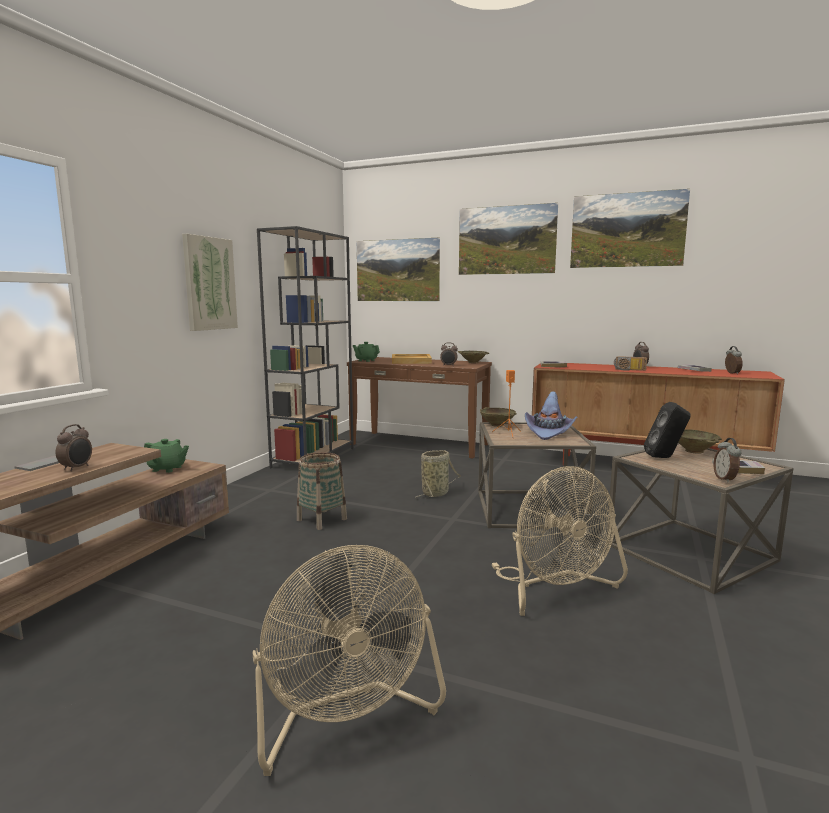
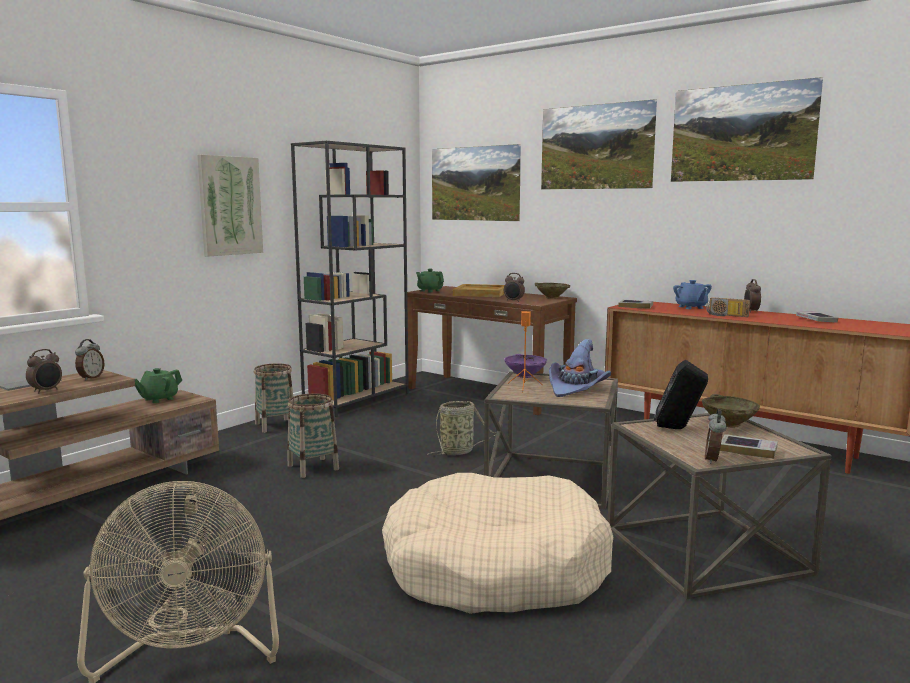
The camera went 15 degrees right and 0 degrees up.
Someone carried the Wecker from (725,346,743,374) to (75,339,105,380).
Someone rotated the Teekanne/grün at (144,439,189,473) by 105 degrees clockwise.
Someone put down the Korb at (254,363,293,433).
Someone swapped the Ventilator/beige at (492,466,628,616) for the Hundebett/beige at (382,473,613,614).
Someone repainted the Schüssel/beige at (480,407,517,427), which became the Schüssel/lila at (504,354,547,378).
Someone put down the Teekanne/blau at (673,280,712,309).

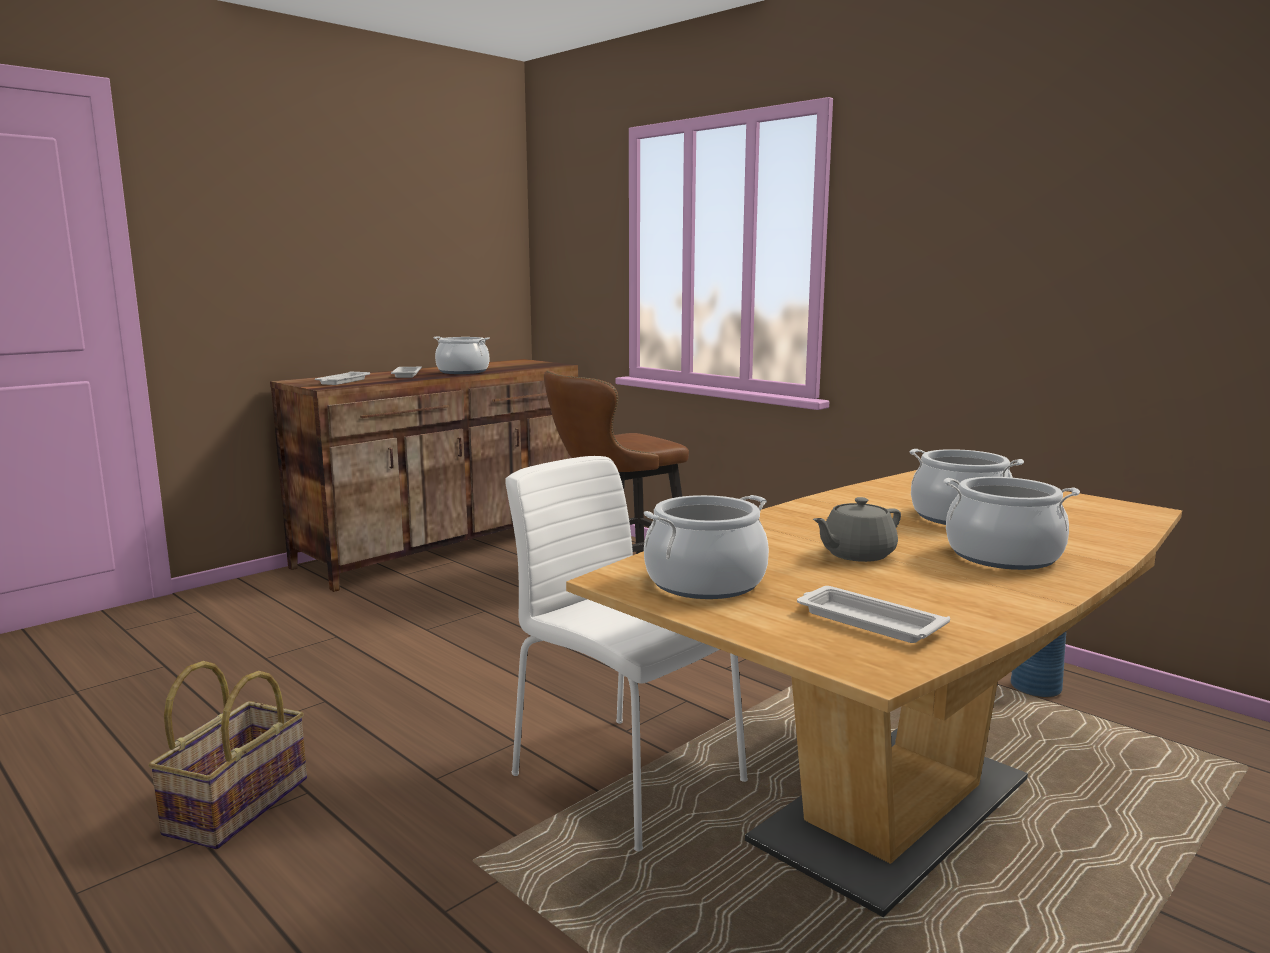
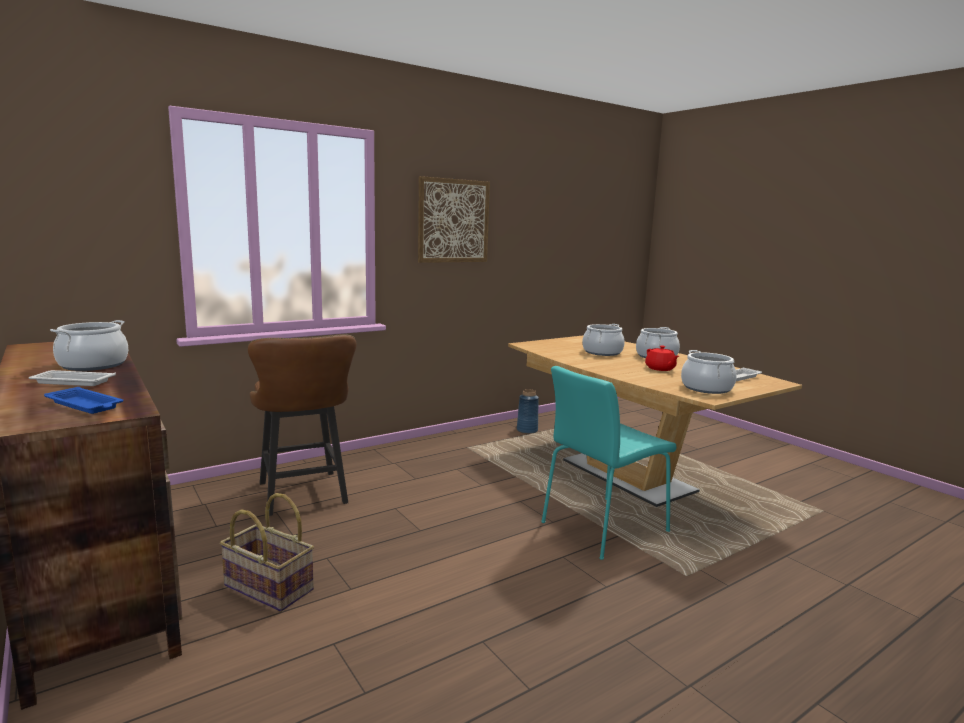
The camera went 80 degrees left and 0 degrees up.
Someone repainted the Tablett/weiß at (315,371,370,385), which became the Tablett/blau at (44,387,123,414).
Someone carried the Korb from (148,661,307,849) to (220,493,314,612).
Someone put up the Bild at (418,176,490,263).
Someone repainted the Stuhl/weiß at (505,456,748,851), which became the Stuhl/türkis at (541,366,677,560).
Someone repainted the Teekanne/grau at (813,497,901,562), which became the Teekanne/rot at (645,345,679,371).

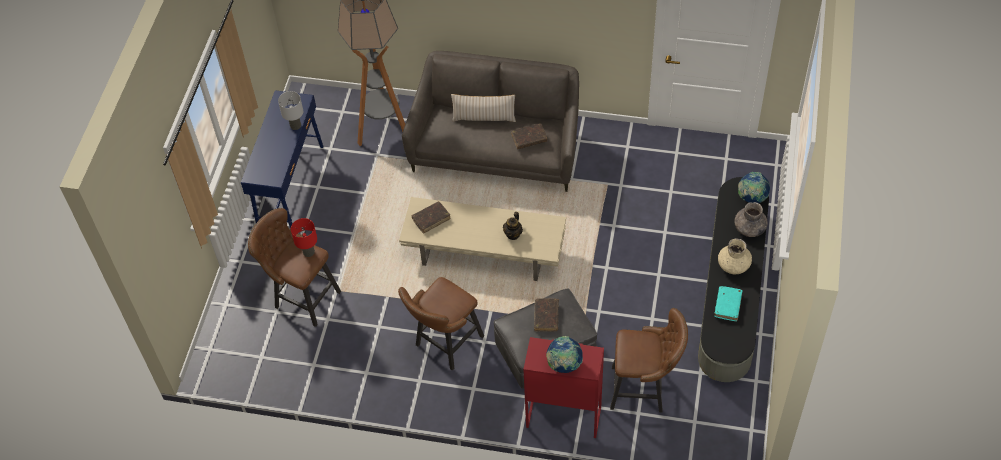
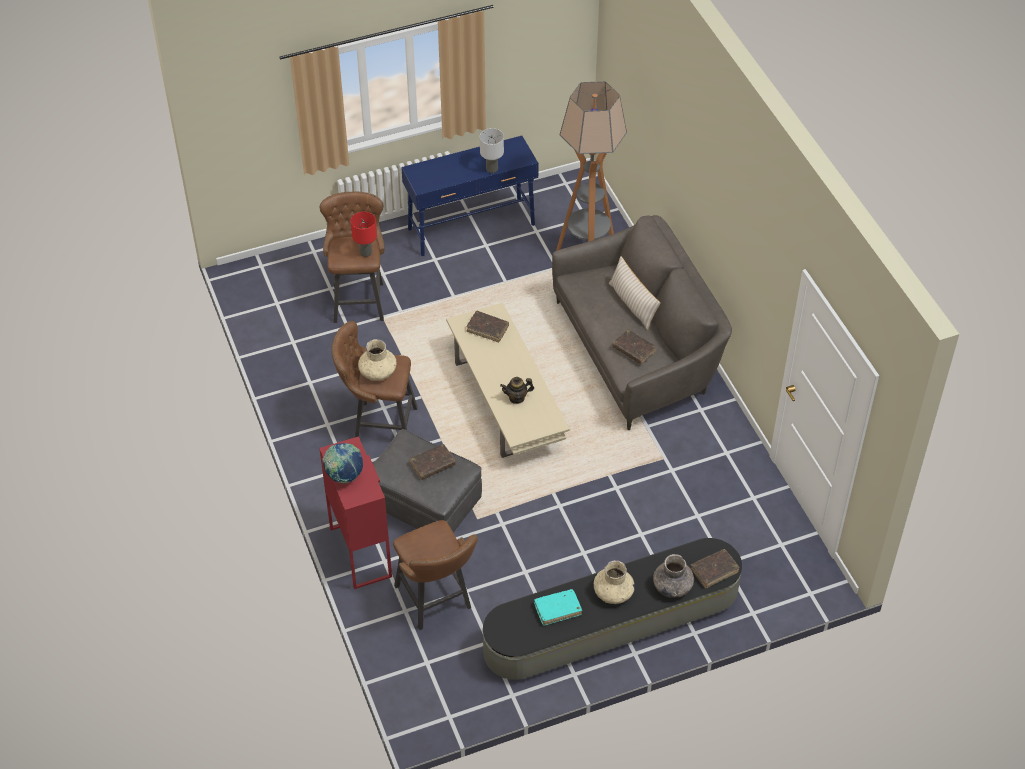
The camera went 55 degrees right and 5 degrees down.
Someone put down the Vase/beige at (358,339,396,381).
Someone swapped the Globus at (738,172,770,203) for the Buch/braun at (691,549,740,588).

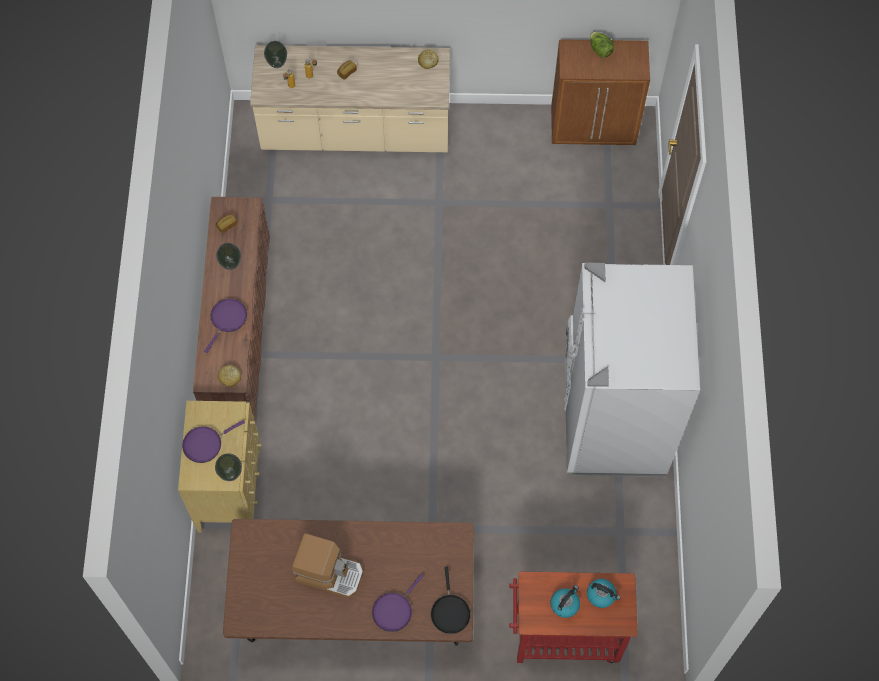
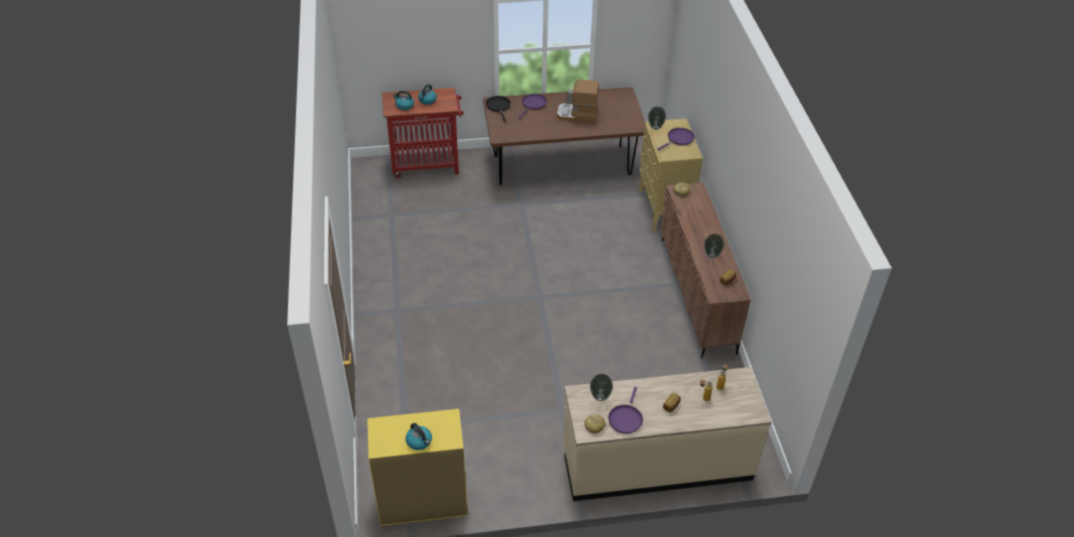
The camera went 170 degrees right and 20 degrees down.
Someone repainted the Schrank/braun at (551,39,650,145), which became the Schrank/gelb at (367,409,468,526).
Someone swapped the Salatkopf at (590,32,614,58) for the Wasserkessel at (406,423,432,450).
Someone carried the Vase from (264,41,287,68) to (590,374,613,401).
Someone carried the Pfanne/lila from (204,299,247,353) to (608,387,643,434).
Someone took away the Kühlschrank/weiß at (564,262,700,477).

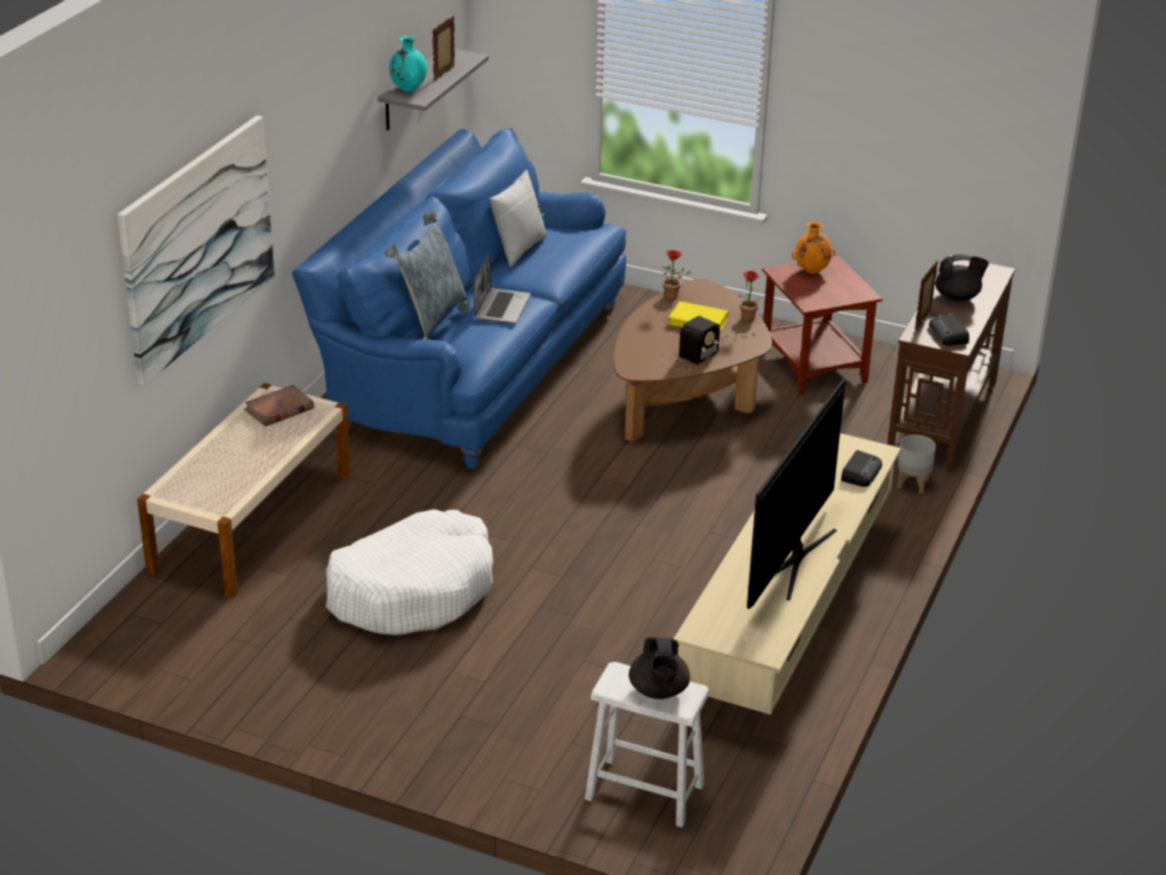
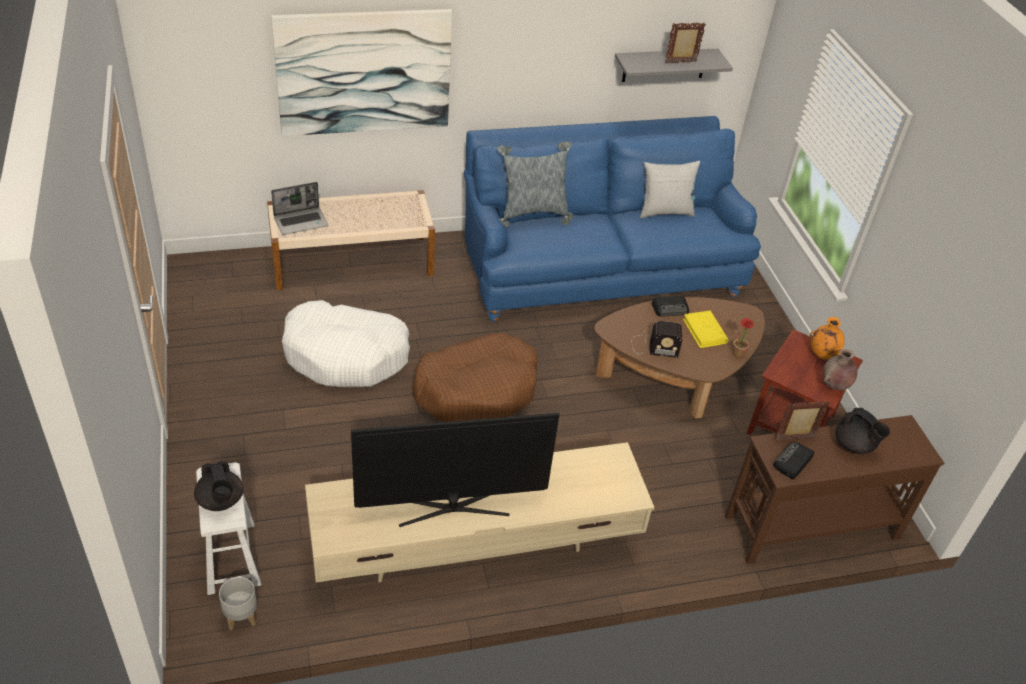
The camera went 50 degrees right and 10 degrees up.
Someone rotated the Teekanne/schwarz at (629,637,690,699) by 75 degrees counterclockwise.
Someone carried the Pflanzkübel/grau from (897,435,936,493) to (219,577,257,631).
Someone carried the Laptop from (474,253,531,324) to (271,182,328,235).
Someone put down the Hundebett/braun at (412,333,537,422).
Someone carried the Radio from (841,450,882,487) to (652,296,689,317).
Someone put down the Vase/braun at (823,349,858,390).
Someone took away the Buch/braun at (244,385,314,427).
Someone took away the Vase/türkis at (389,36,427,92).
Someone took away the Topfpflanze at (662,250,692,300).

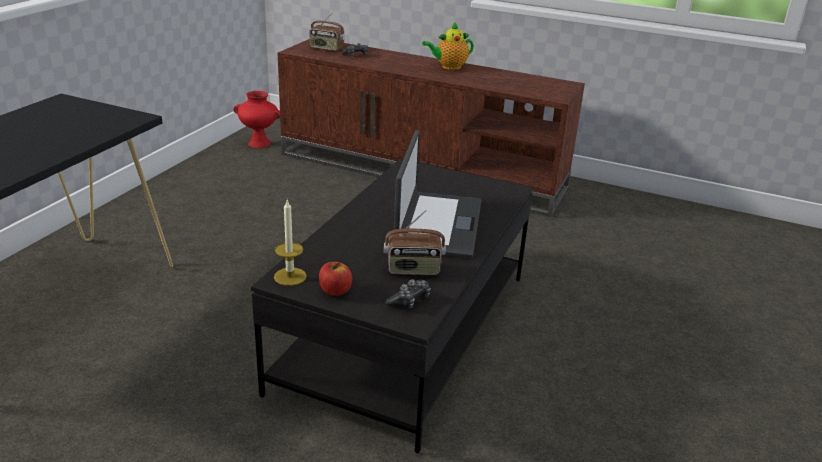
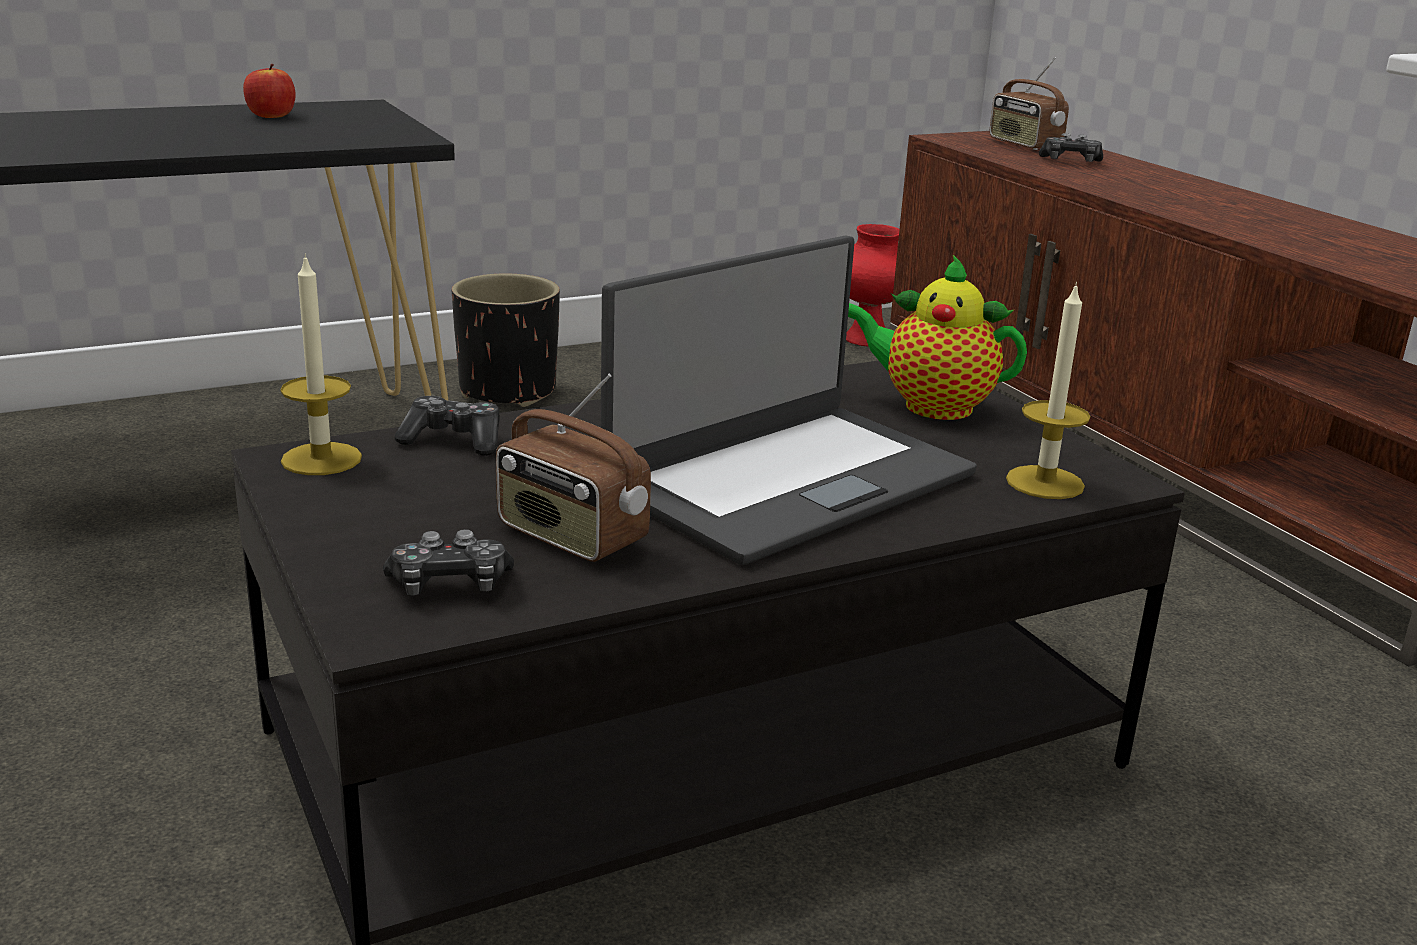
The camera went 40 degrees right and 5 degrees down.
Someone carried the Apfel from (319,262,352,296) to (243,64,295,118).
Someone put down the Gamepad at (395,396,499,456).
Someone put down the Pflanzkübel/schwarz at (452,273,560,407).
Someone carried the Teekanne from (422,22,474,70) to (848,255,1027,420).
Someone put down the Kerze at (1006,282,1090,499).

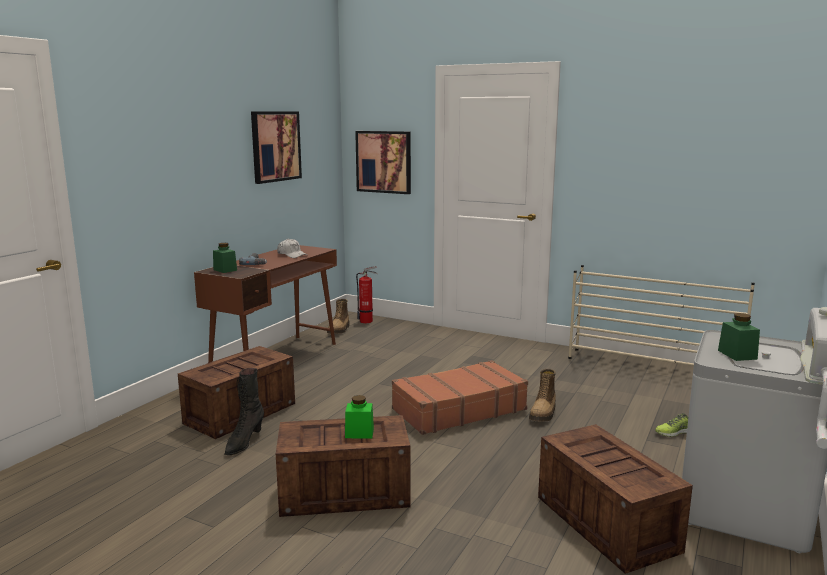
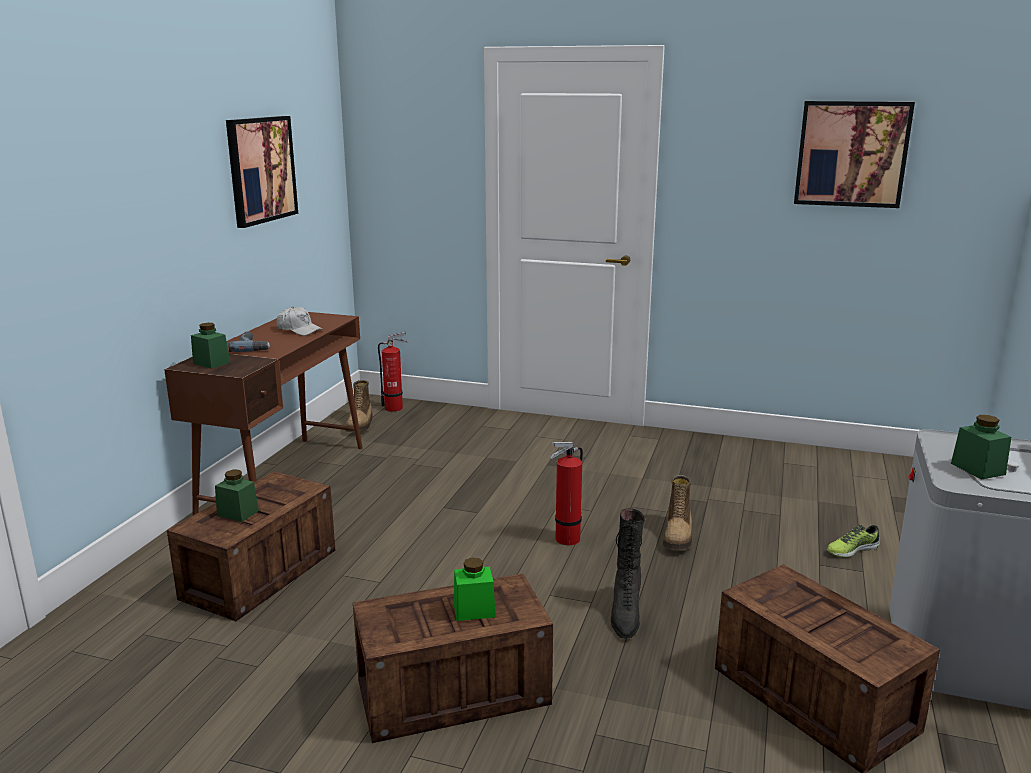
The camera went 10 degrees left and 5 degrees up.
Someone put down the Vorratsglas/grün at (215,470,259,522).
Someone swapped the Koffer/braun at (392,360,528,435) for the Feuerlöscher at (550,442,583,545).
Someone carried the Stiefel/schwarz from (224,368,264,455) to (611,508,645,639).
Someone carried the Bild from (355,131,411,194) to (794,101,915,208).
Someone took away the Schuhregal/beige at (568,265,755,366).

